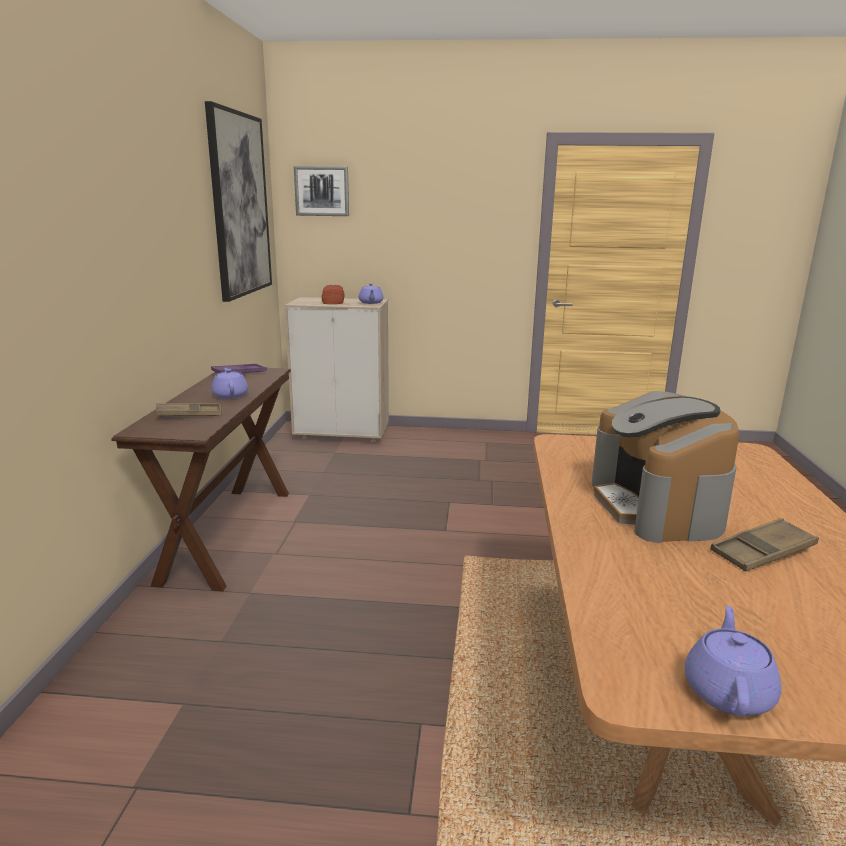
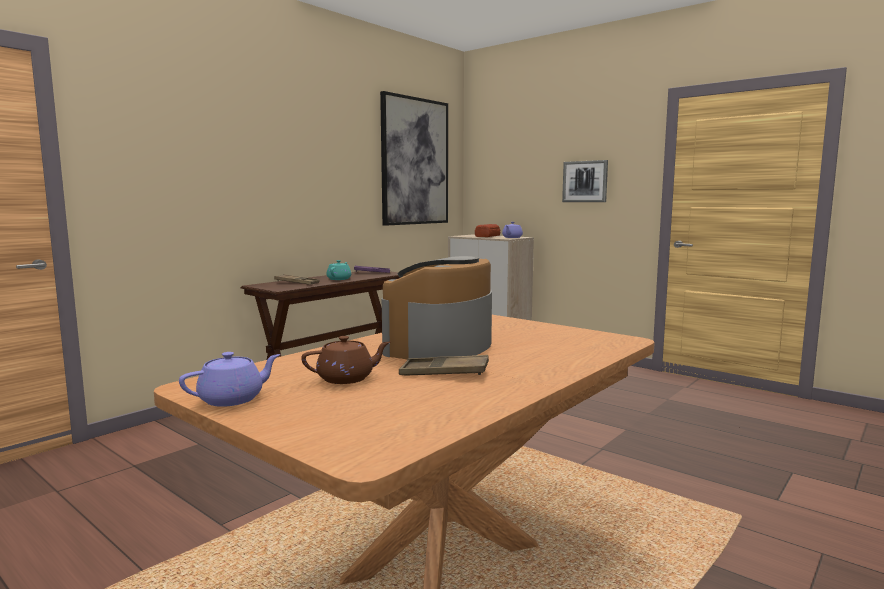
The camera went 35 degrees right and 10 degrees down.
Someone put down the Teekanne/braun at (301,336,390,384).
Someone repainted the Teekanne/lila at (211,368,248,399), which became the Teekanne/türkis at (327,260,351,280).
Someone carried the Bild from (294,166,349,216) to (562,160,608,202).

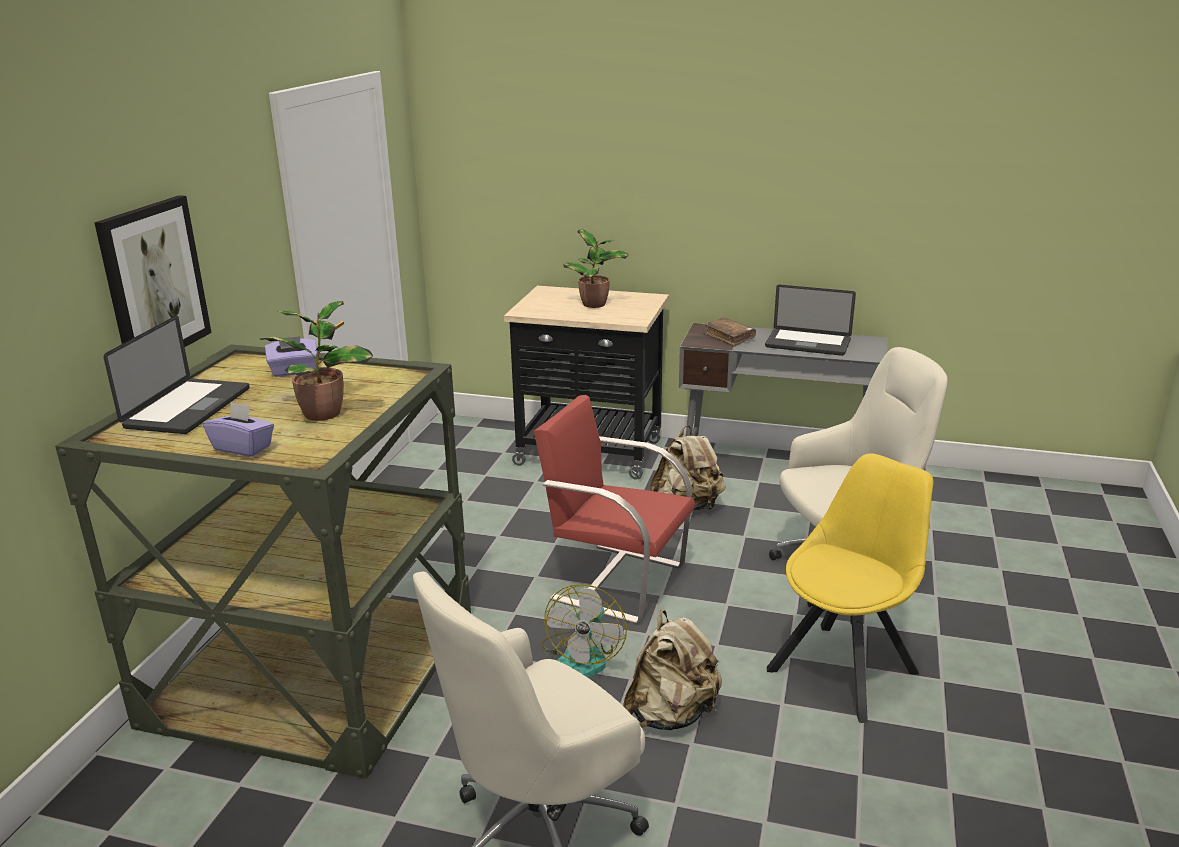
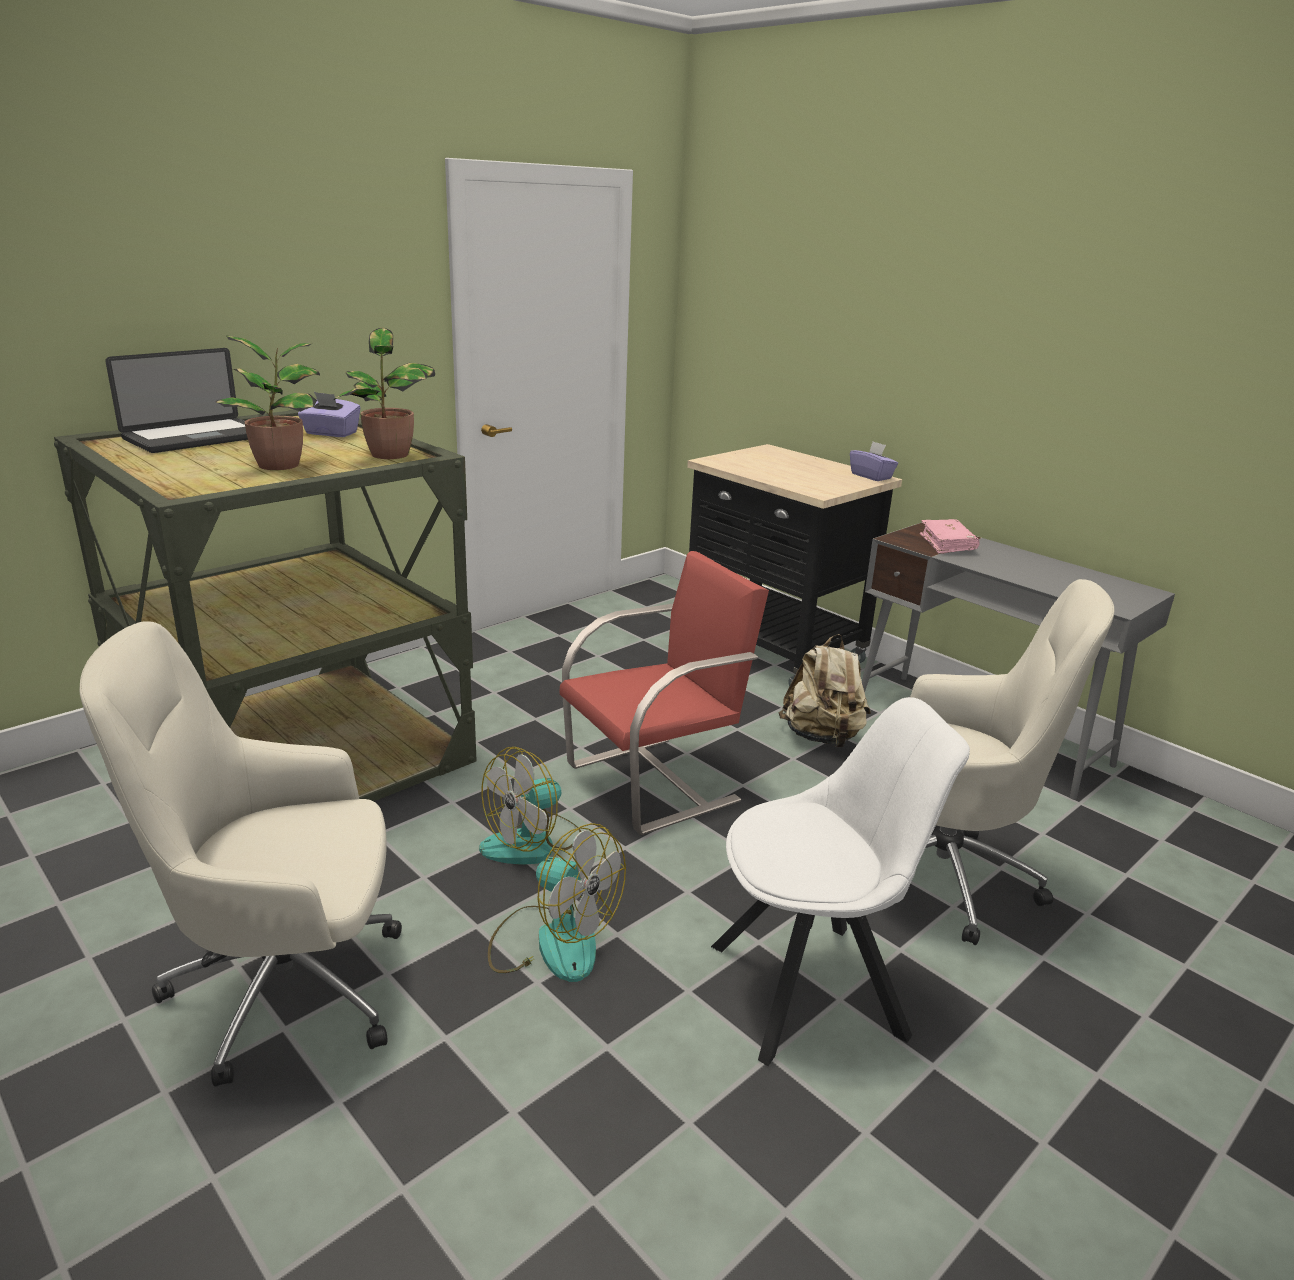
The camera went 30 degrees right and 0 degrees up.
Someone carried the Topfpflanze from (563,229,628,308) to (334,328,435,459).
Someone swapped the Rucksack/beige at (623,610,722,730) for the Ventilator at (488,823,626,982).
Someone rotated the Stuhl/rot at (534,395,695,624) by 90 degrees clockwise.
Someone repainted the Stuhl/gelb at (767,453,933,723), which became the Stuhl/weiß at (711,697,970,1066).
Someone carried the Taschentuchbox/lila from (203,402,274,457) to (850,441,898,481).
Someone repainted the Buch/braun at (704,318,756,347), which became the Buch/rosa at (920,519,980,554).
Someone took away the Bild at (94,195,212,347).
Someone took away the Laptop at (765,285,856,356).

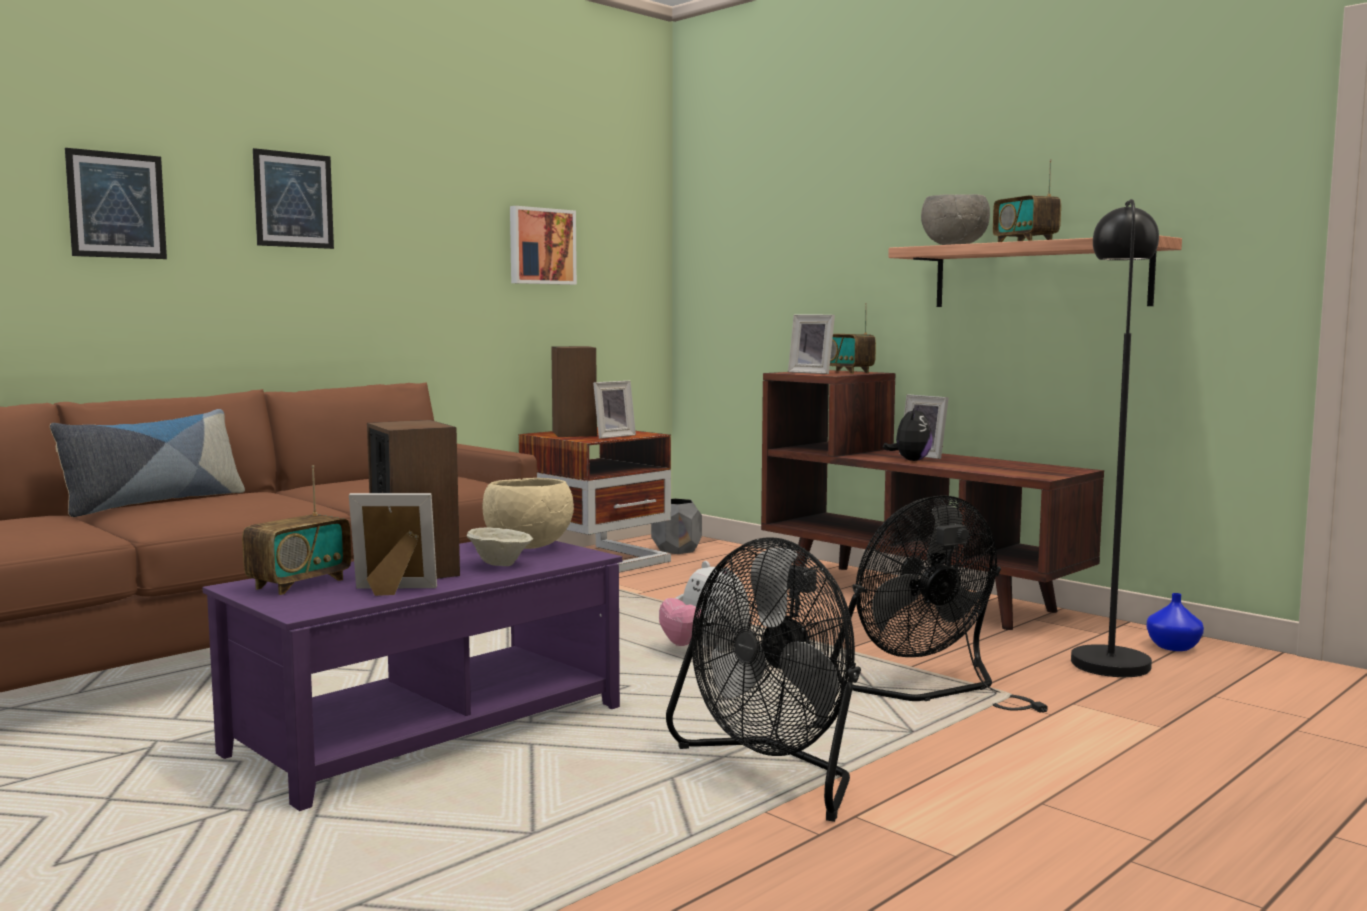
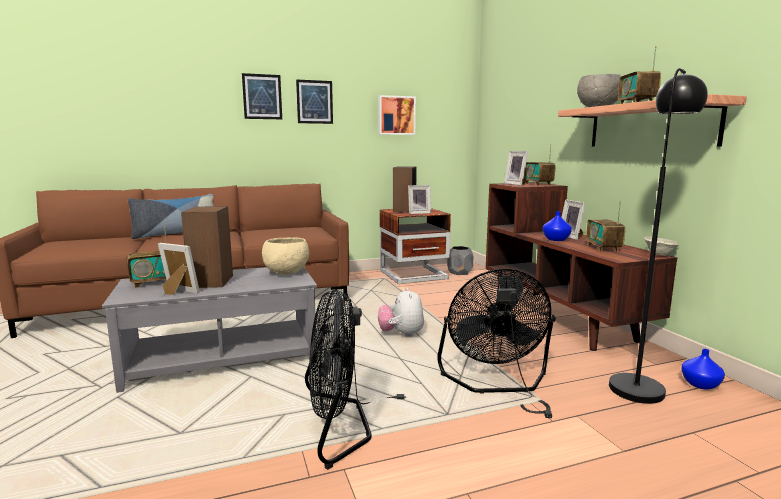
The camera went 25 degrees right and 5 degrees up.
Someone repainted the Couchtisch/lila at (202,541,622,811), which became the Couchtisch/grau at (102,267,317,393).
Someone carried the Bild from (65,148,167,259) to (296,79,333,124).
Someone swapped the Plüschtier at (883,405,933,461) for the Vase/blau at (543,211,572,241).
Someone put down the Radio at (586,201,625,252).
Someone carried the Schüssel/beige from (467,528,533,566) to (644,237,679,256).

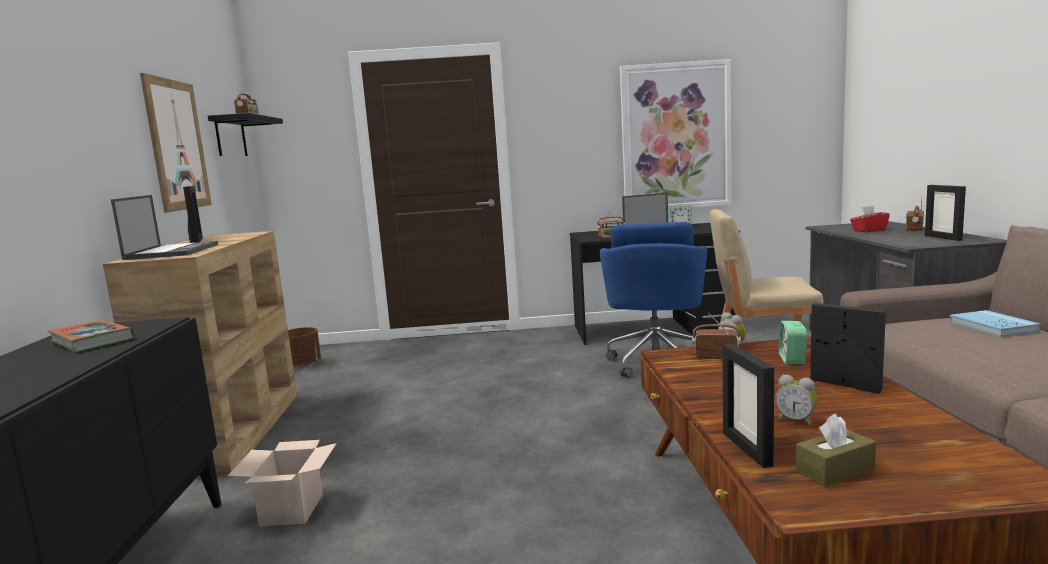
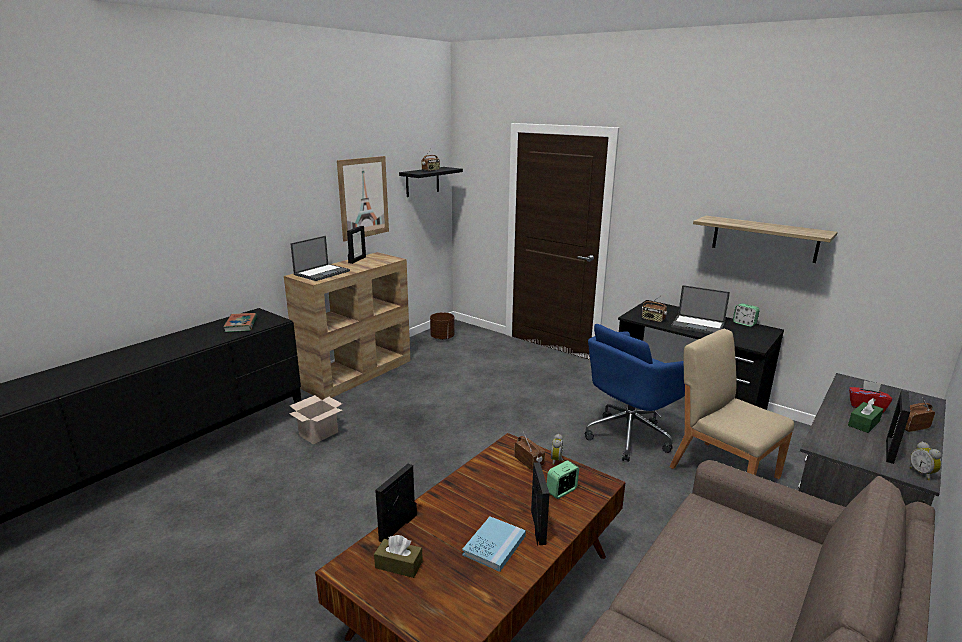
The camera went 40 degrees right and 10 degrees up.
Someone carried the Buch/blau from (949,310,1040,337) to (462,516,526,572).
Someone swapped the Bild at (620,59,731,209) for the Wandregal at (693,216,838,263).
Someone put down the Taschentuchbox/grün at (848,398,883,433).
Someone carried the Wecker from (775,375,818,426) to (910,442,942,480).

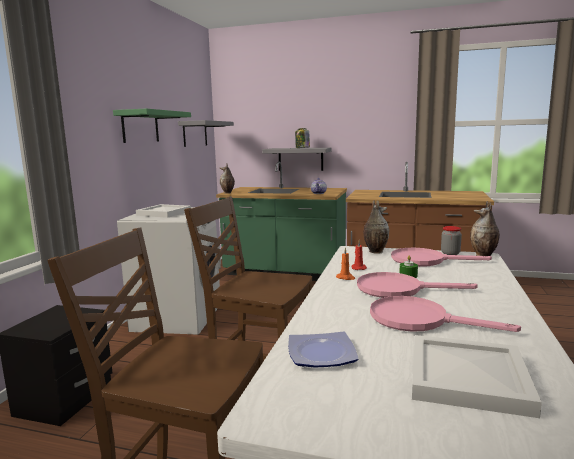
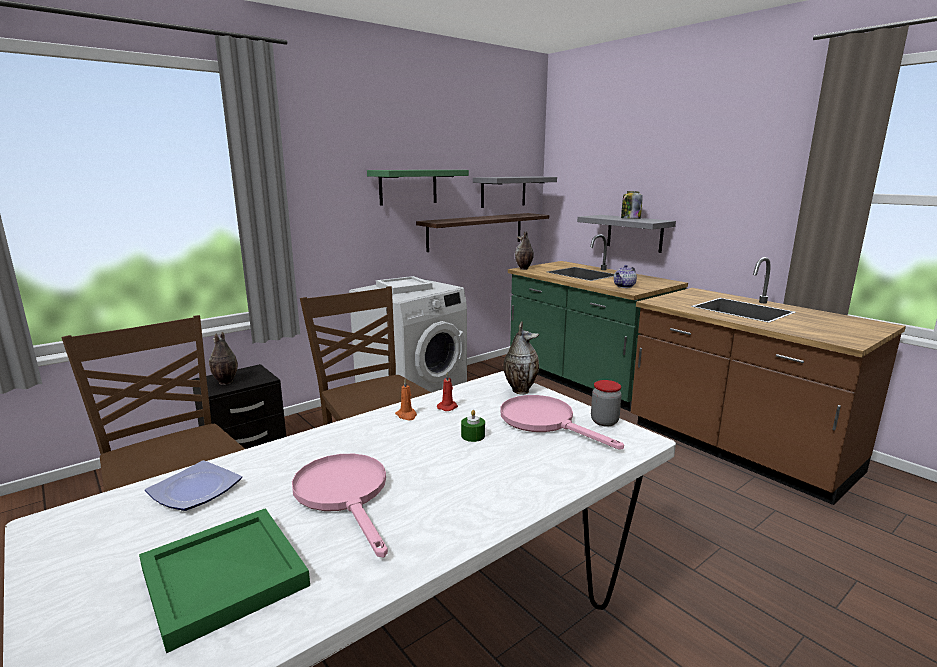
The camera went 35 degrees right and 5 degrees up.
Someone repainted the Tablett/weiß at (412,335,542,418), which became the Tablett/grün at (139,508,310,653).
Someone carried the Vase from (470,201,500,256) to (209,332,238,385).
Someone put up the Wandregal at (416,213,549,252).
Someone took away the Pfanne/rosa at (357,272,478,298).

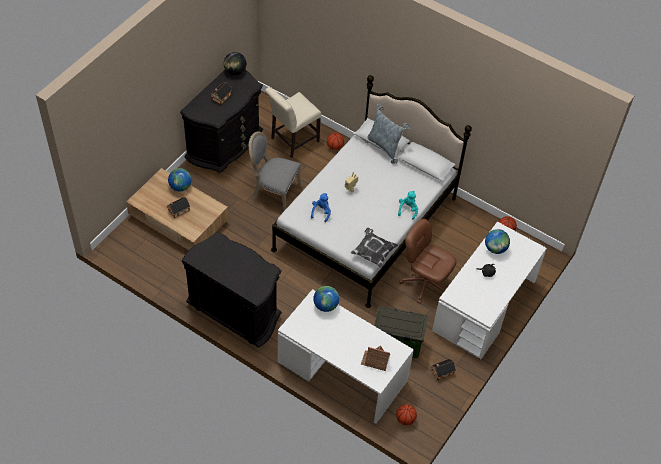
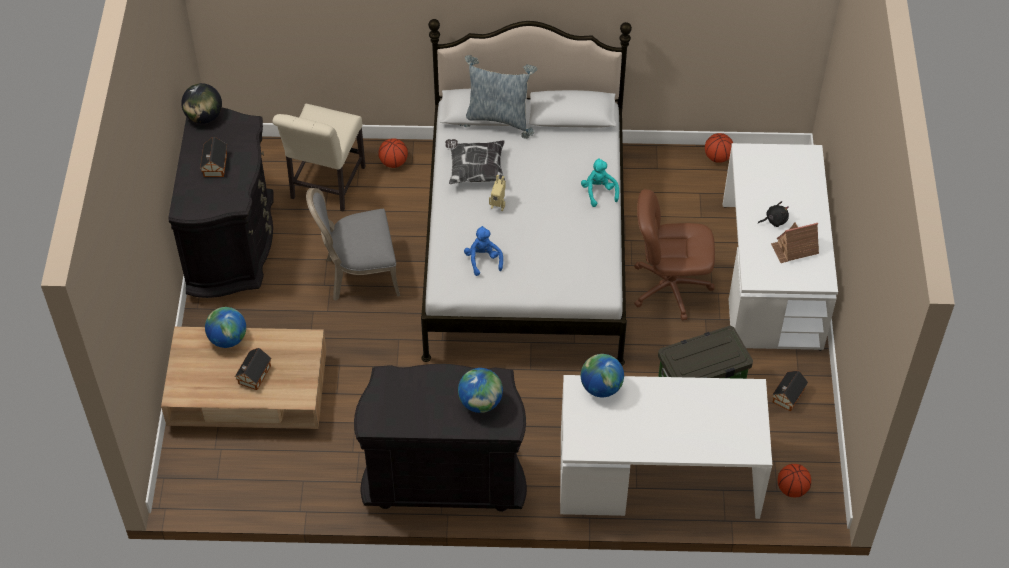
The camera went 30 degrees left and 0 degrees up.
Someone carried the Kissen from (351,228,398,268) to (445,139,505,184).
Someone carried the Globus from (485,229,510,254) to (458,368,503,413).
Someone carried the Spielzeughaus from (361,345,390,371) to (771,222,819,263).

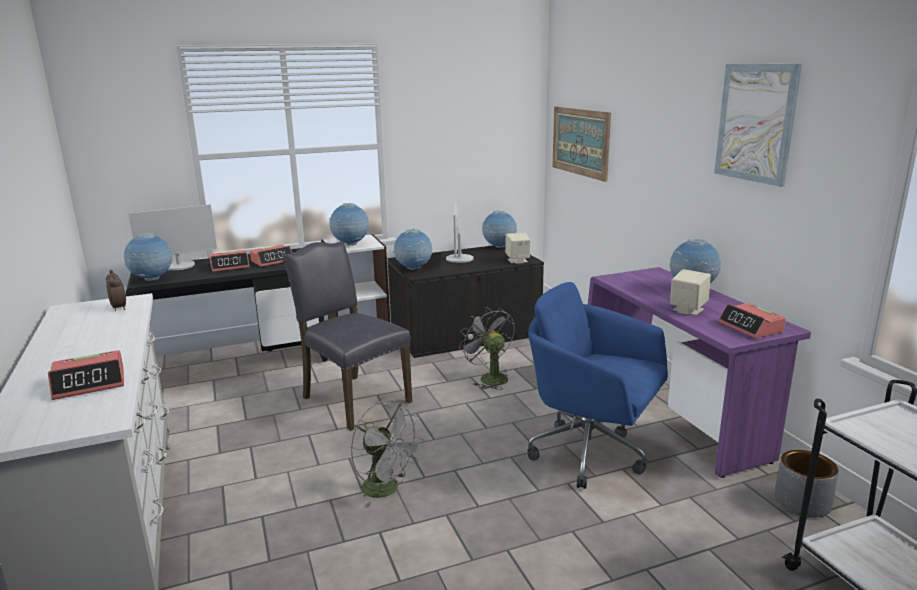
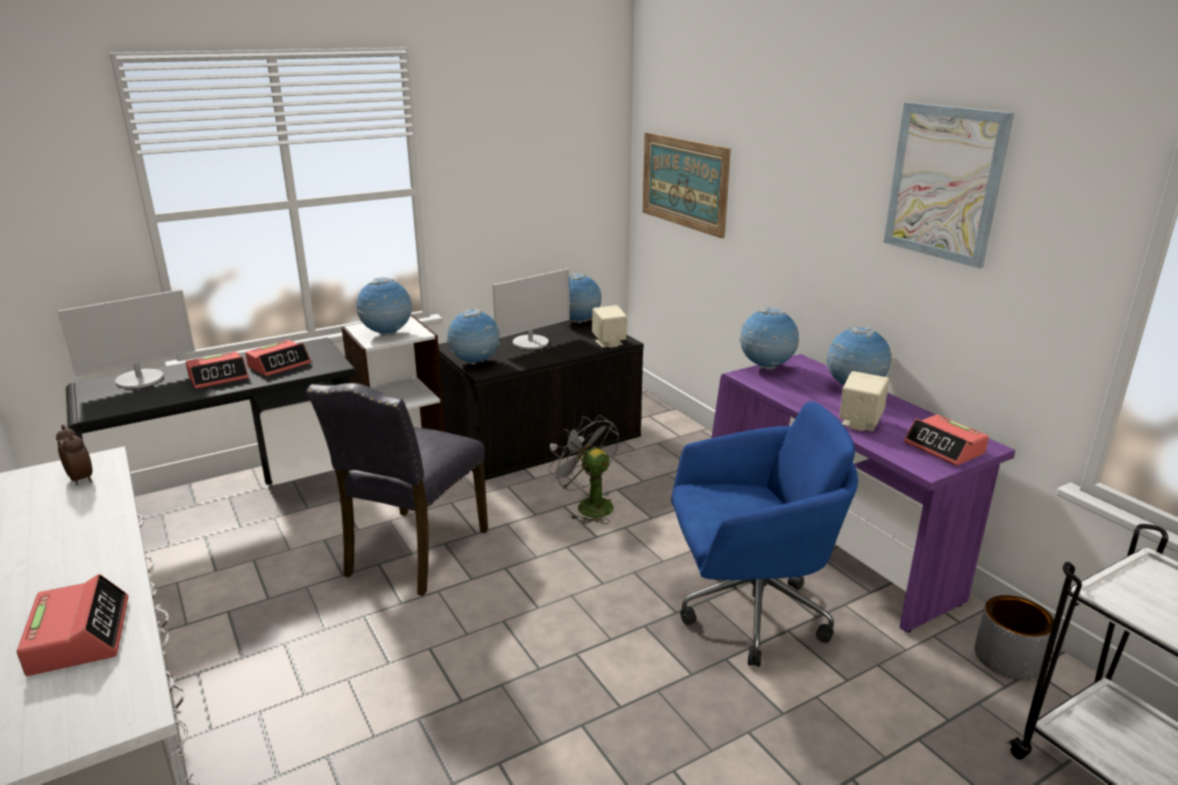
The camera went 10 degrees left and 5 degrees up.
Someone rotated the Wecker at (48,350,124,400) by 75 degrees counterclockwise.
Someone rotated the Stuhl/grau at (282,241,412,431) by 105 degrees counterclockwise.
Someone rotated the Monitor at (446,201,474,263) by 120 degrees counterclockwise.
Someone rotated the Bürostuhl/blau at (527,282,668,489) by 150 degrees clockwise.
Someone carried the Globus from (124,233,172,281) to (739,307,799,370).
Someone took away the Ventilator/grau at (351,400,424,508).

